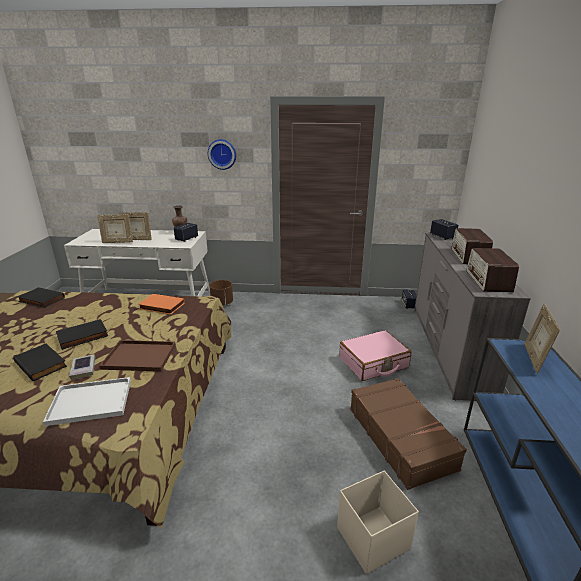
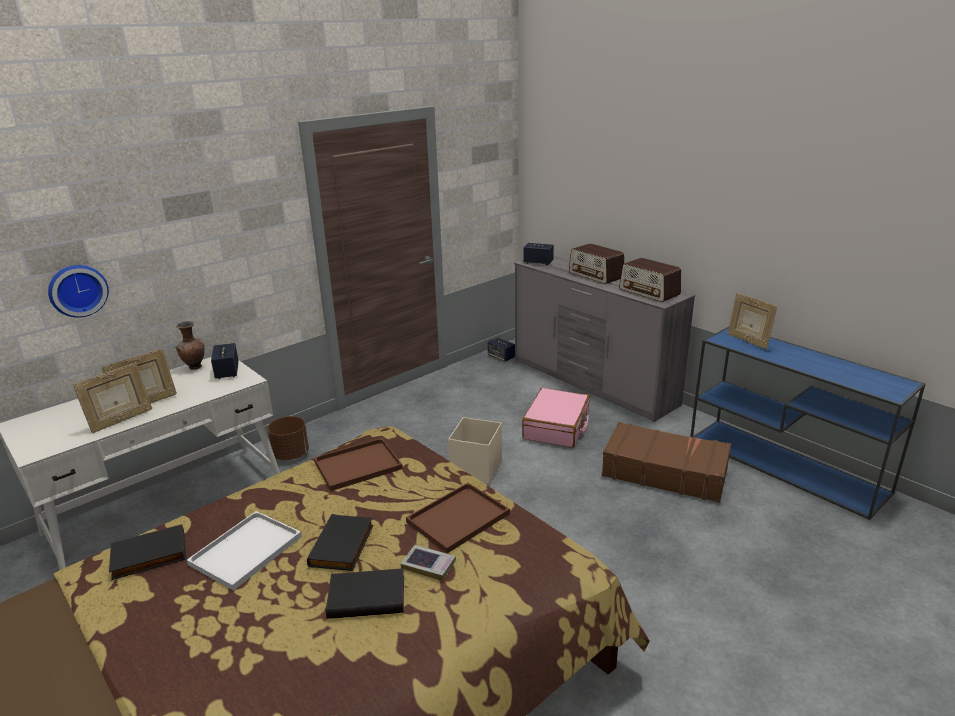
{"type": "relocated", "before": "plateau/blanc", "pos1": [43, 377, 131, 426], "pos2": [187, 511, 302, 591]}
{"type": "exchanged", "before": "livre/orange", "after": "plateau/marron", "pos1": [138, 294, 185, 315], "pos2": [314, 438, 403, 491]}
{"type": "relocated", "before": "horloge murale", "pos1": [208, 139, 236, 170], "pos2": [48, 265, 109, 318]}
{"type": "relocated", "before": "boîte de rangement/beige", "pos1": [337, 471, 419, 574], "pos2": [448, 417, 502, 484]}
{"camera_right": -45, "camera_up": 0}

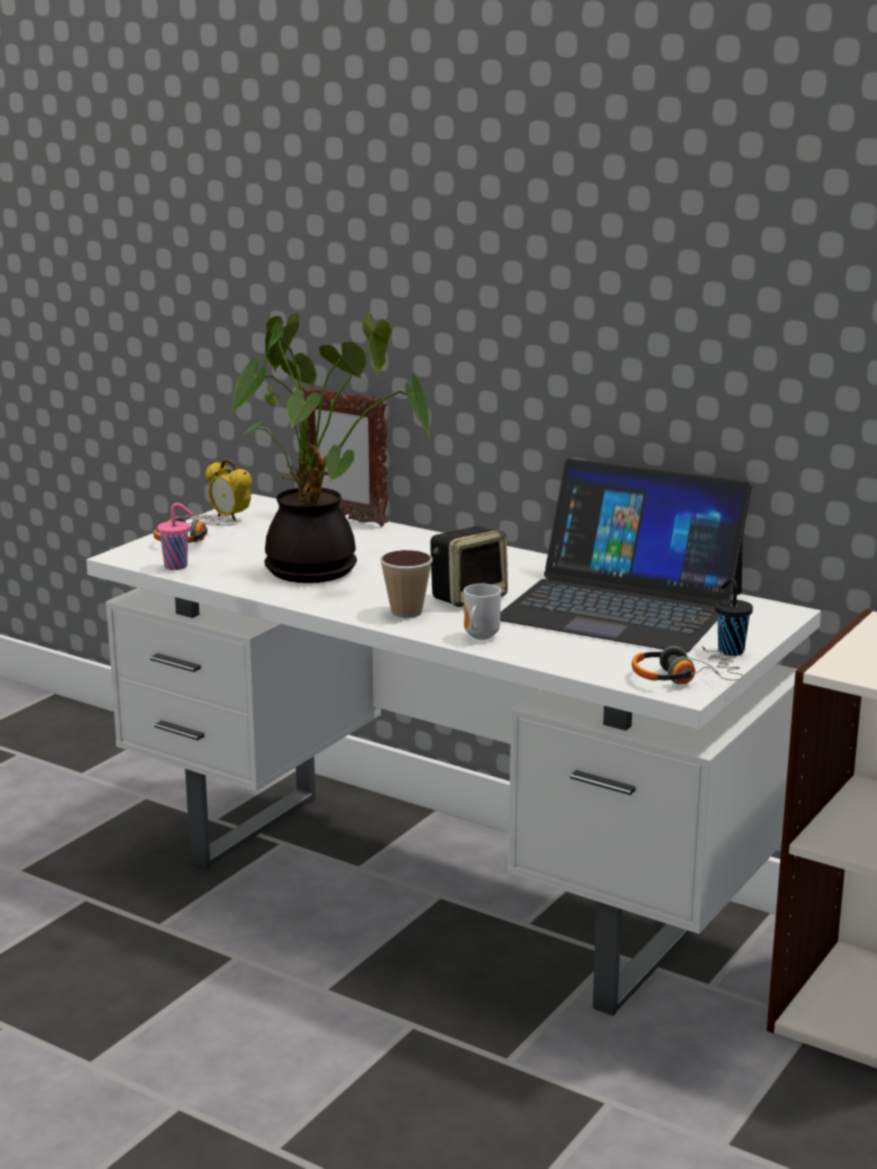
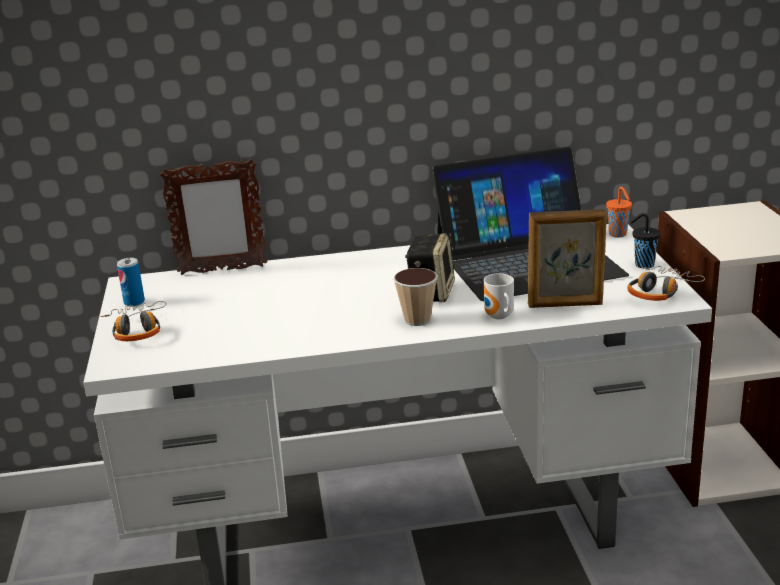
{"type": "missing", "before": "tasse/rose", "pos1": [157, 503, 193, 570]}
{"type": "exchanged", "before": "réveil", "after": "boîte métallique", "pos1": [205, 459, 252, 522], "pos2": [117, 258, 145, 307]}
{"type": "missing", "before": "plante en pot", "pos1": [230, 312, 430, 583]}
{"type": "appeared", "after": "cadre photo", "pos2": [528, 209, 607, 308]}
{"type": "appeared", "after": "tasse/orange", "pos2": [606, 187, 632, 238]}
{"camera_right": -40, "camera_up": 5}

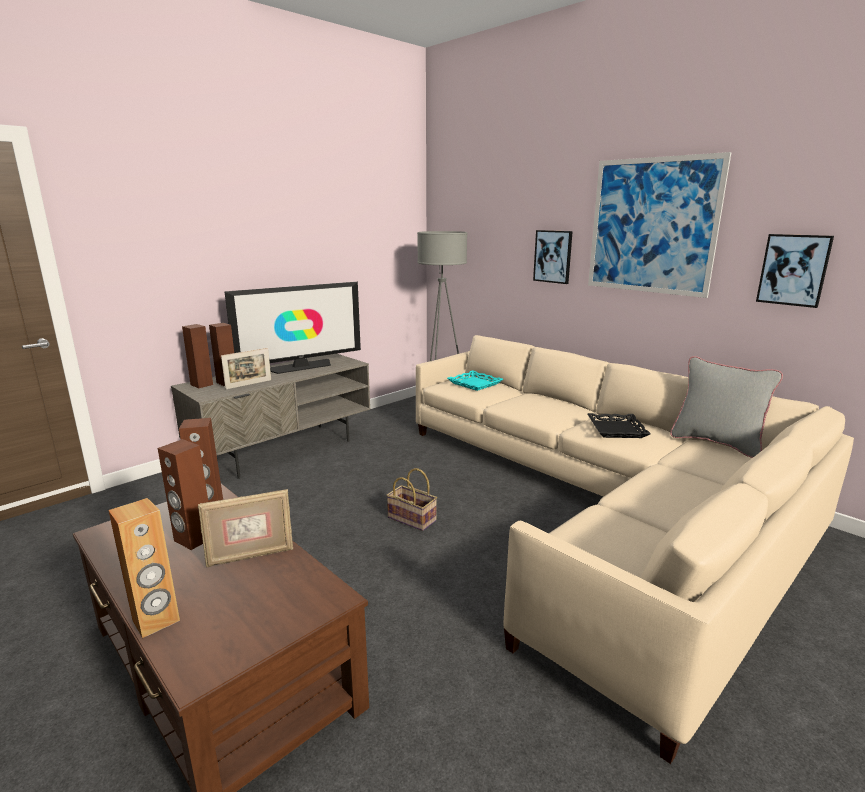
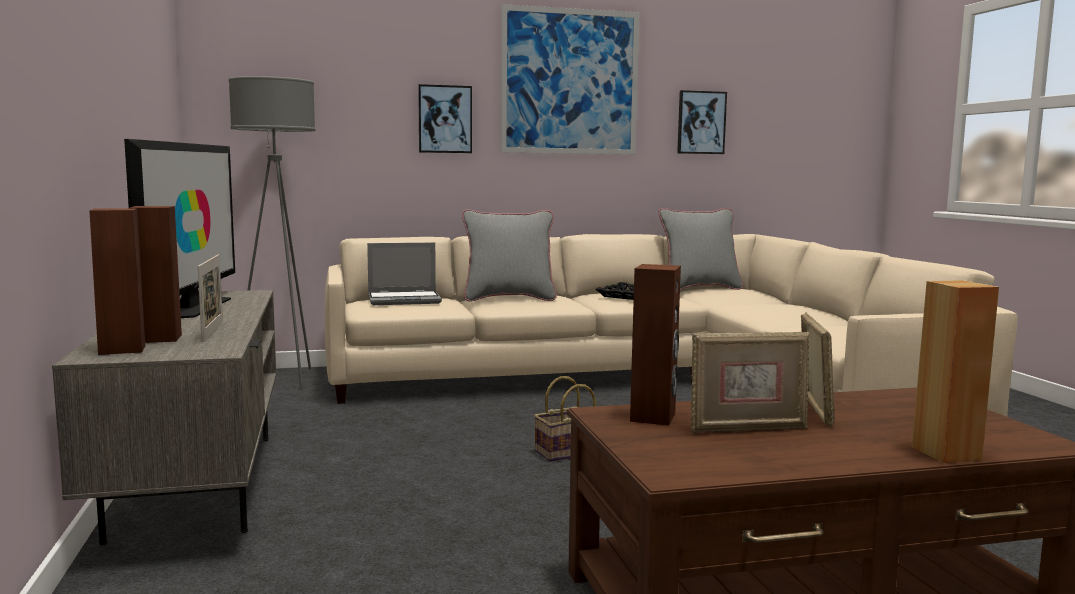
{"type": "exchanged", "before": "enceinte/marron", "after": "cadre photo", "pos1": [158, 439, 208, 550], "pos2": [691, 331, 809, 433]}
{"type": "exchanged", "before": "plateau/turquoise", "after": "ordinateur portable", "pos1": [447, 370, 503, 391], "pos2": [367, 243, 442, 305]}
{"type": "appeared", "after": "coussin/gris", "pos2": [462, 209, 557, 302]}
{"camera_right": -60, "camera_up": -10}

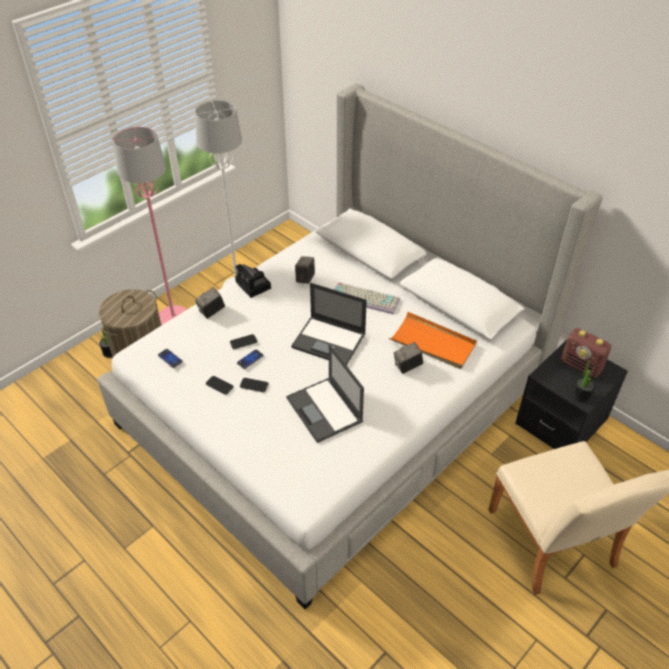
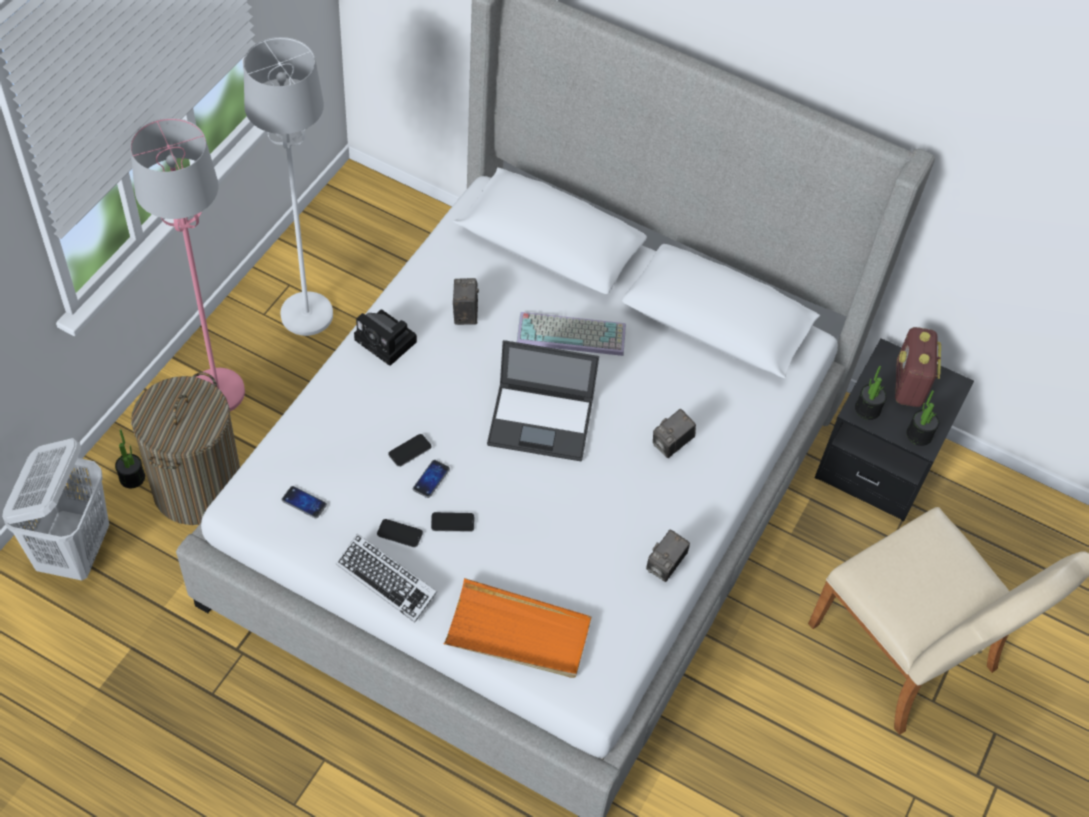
{"type": "relocated", "before": "appareil photo", "pos1": [195, 287, 225, 319], "pos2": [646, 529, 690, 582]}
{"type": "missing", "before": "ordinateur portable", "pos1": [286, 344, 364, 443]}
{"type": "relocated", "before": "plateau/orange", "pos1": [389, 312, 477, 369], "pos2": [443, 578, 591, 678]}
{"type": "spun", "before": "radio", "pos1": [561, 328, 612, 378], "pos2": [895, 327, 941, 407], "turn": 75}
{"type": "appeared", "after": "panier à linge/blanc", "pos2": [2, 438, 109, 581]}
{"type": "appeared", "after": "clavier", "pos2": [336, 534, 437, 622]}
{"type": "appeared", "after": "plante en pot", "pos2": [855, 366, 887, 420]}
{"camera_right": -20, "camera_up": 10}

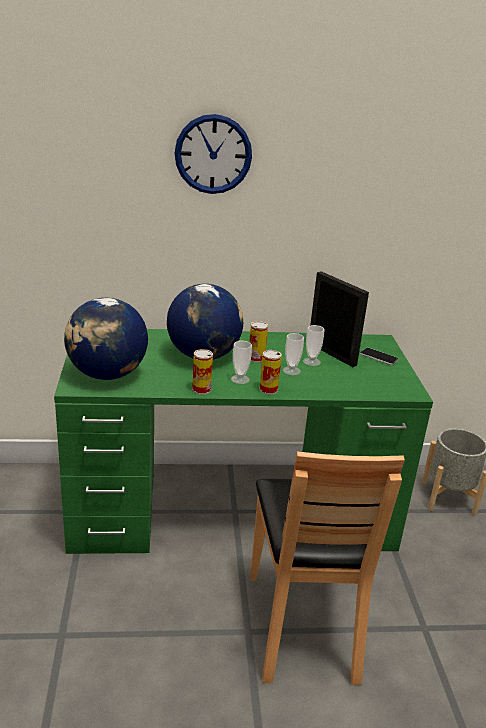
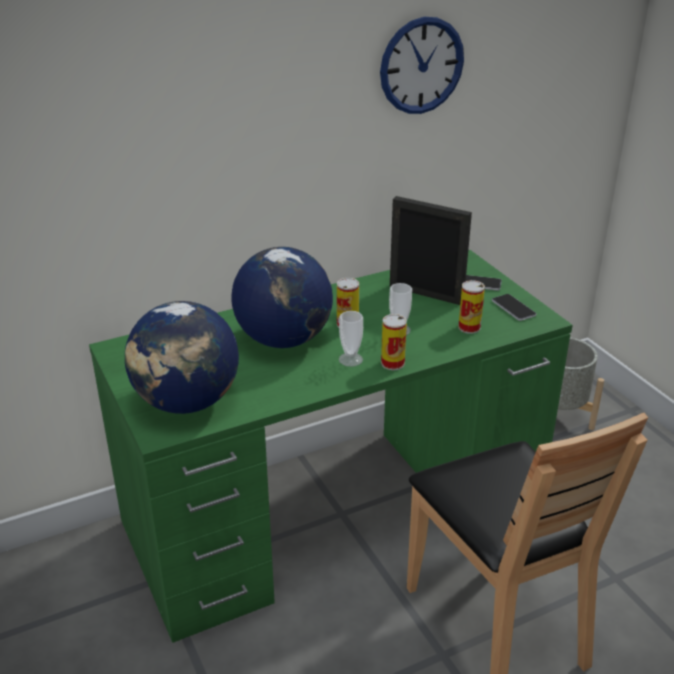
{"type": "relocated", "before": "horloge murale", "pos1": [175, 114, 252, 194], "pos2": [380, 17, 464, 114]}
{"type": "relocated", "before": "boîte métallique", "pos1": [192, 349, 213, 395], "pos2": [458, 280, 485, 334]}
{"type": "missing", "before": "tasse", "pos1": [303, 325, 325, 366]}
{"type": "appeared", "after": "téléphone", "pos2": [492, 294, 536, 321]}
{"camera_right": -20, "camera_up": 5}

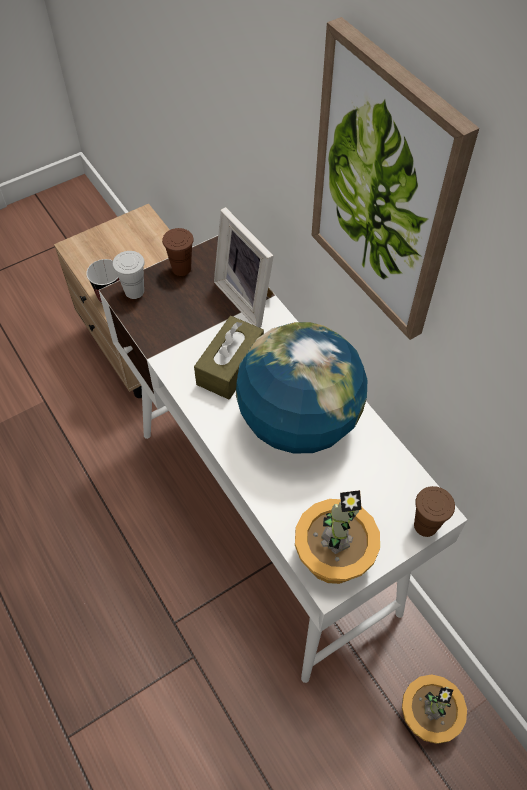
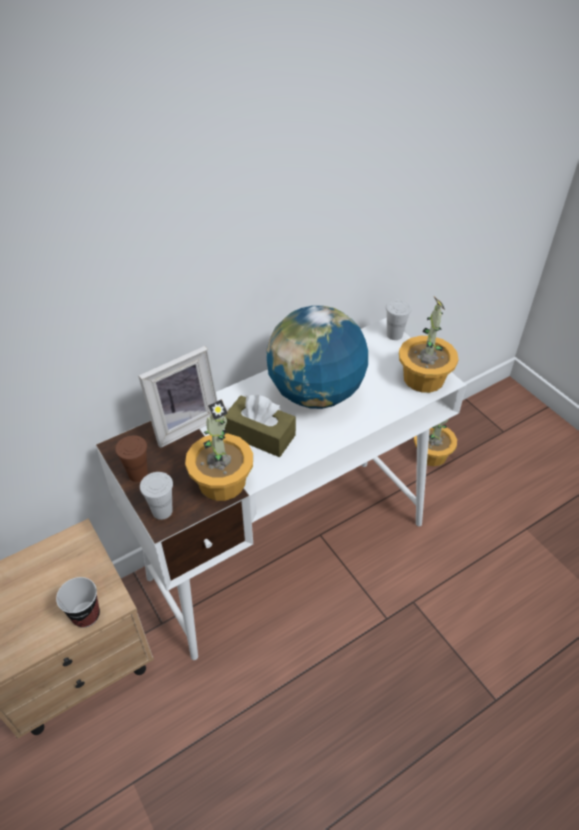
{"type": "missing", "before": "tableau", "pos1": [311, 17, 479, 340]}
{"type": "colour", "before": "tasse/marron", "after": "tasse/blanc", "pos1": [414, 486, 455, 537], "pos2": [386, 300, 412, 340]}
{"type": "appeared", "after": "plante en pot", "pos2": [185, 399, 253, 501]}
{"camera_right": -90, "camera_up": -10}

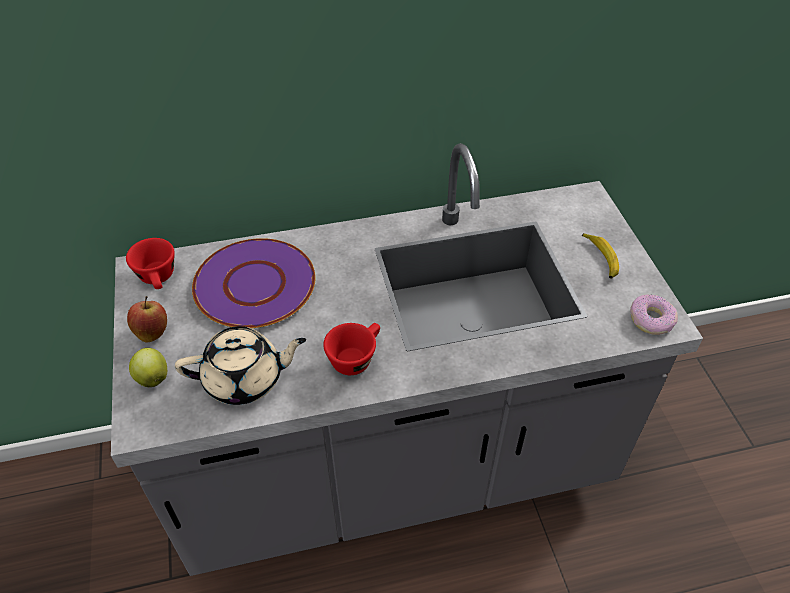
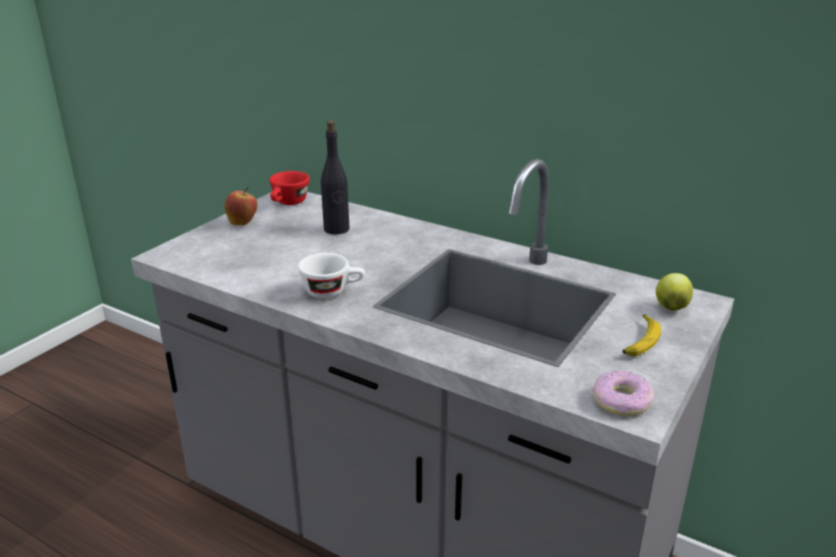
{"type": "relocated", "before": "pomme", "pos1": [129, 348, 167, 387], "pos2": [656, 273, 693, 311]}
{"type": "missing", "before": "théière/beige", "pos1": [175, 326, 306, 405]}
{"type": "exchanged", "before": "assiette/violet", "after": "bouteille/noir", "pos1": [192, 238, 316, 328], "pos2": [321, 120, 350, 234]}
{"type": "colour", "before": "tasse/rouge", "after": "tasse/blanc", "pos1": [323, 323, 380, 375], "pos2": [298, 253, 365, 299]}
{"camera_right": 45, "camera_up": -20}

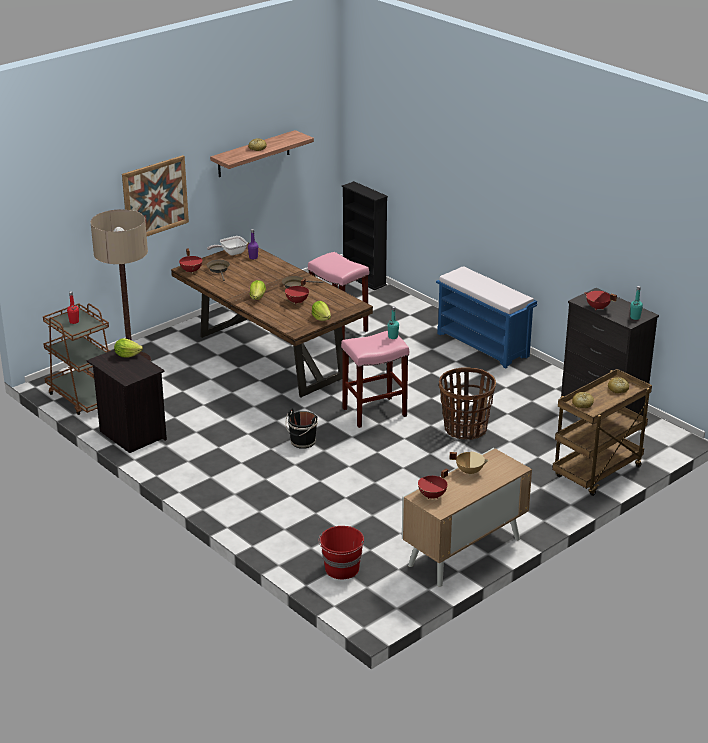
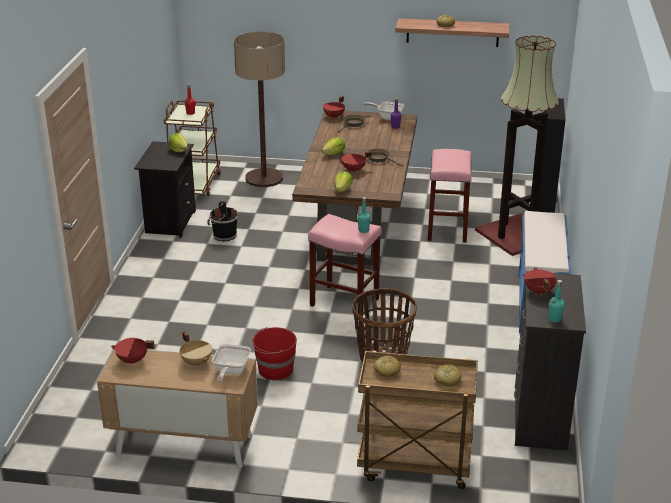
{"type": "missing", "before": "tableau", "pos1": [122, 155, 189, 236]}
{"type": "relocated", "before": "seau/noir", "pos1": [285, 408, 318, 449], "pos2": [207, 201, 238, 242]}
{"type": "relocated", "before": "seau/rouge", "pos1": [318, 526, 364, 579], "pos2": [250, 327, 297, 380]}
{"type": "appeared", "after": "poêle", "pos2": [212, 344, 251, 383]}
{"type": "appeared", "after": "lampadaire", "pos2": [475, 35, 559, 256]}
{"camera_right": 50, "camera_up": 0}

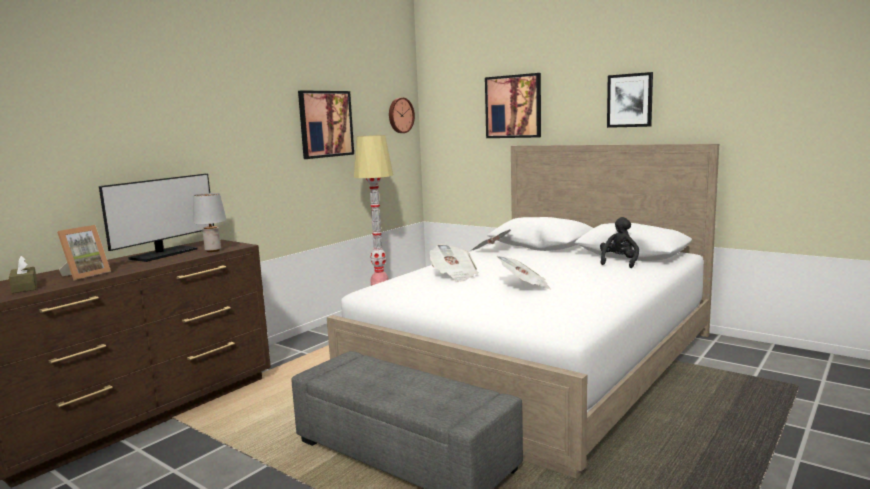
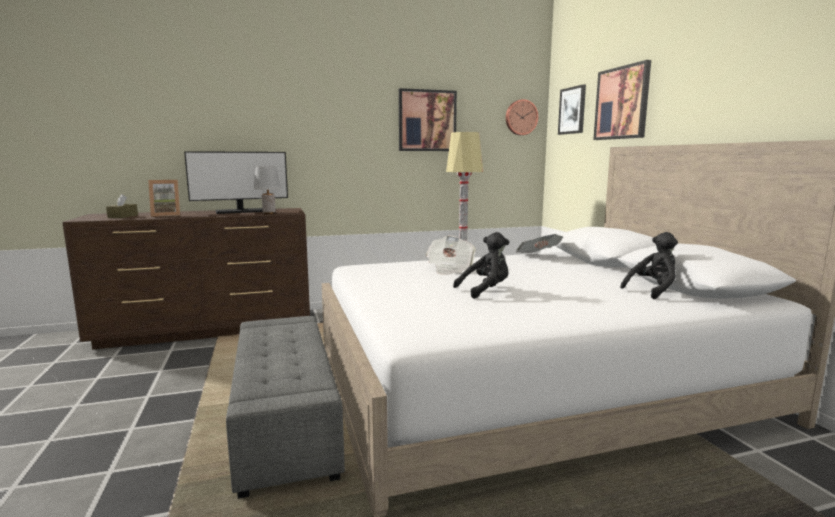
{"type": "exchanged", "before": "journal", "after": "peluche/noir", "pos1": [497, 256, 551, 289], "pos2": [453, 232, 510, 299]}
{"type": "relocated", "before": "tableau", "pos1": [607, 72, 653, 128], "pos2": [558, 84, 586, 135]}
{"camera_right": 35, "camera_up": 0}

